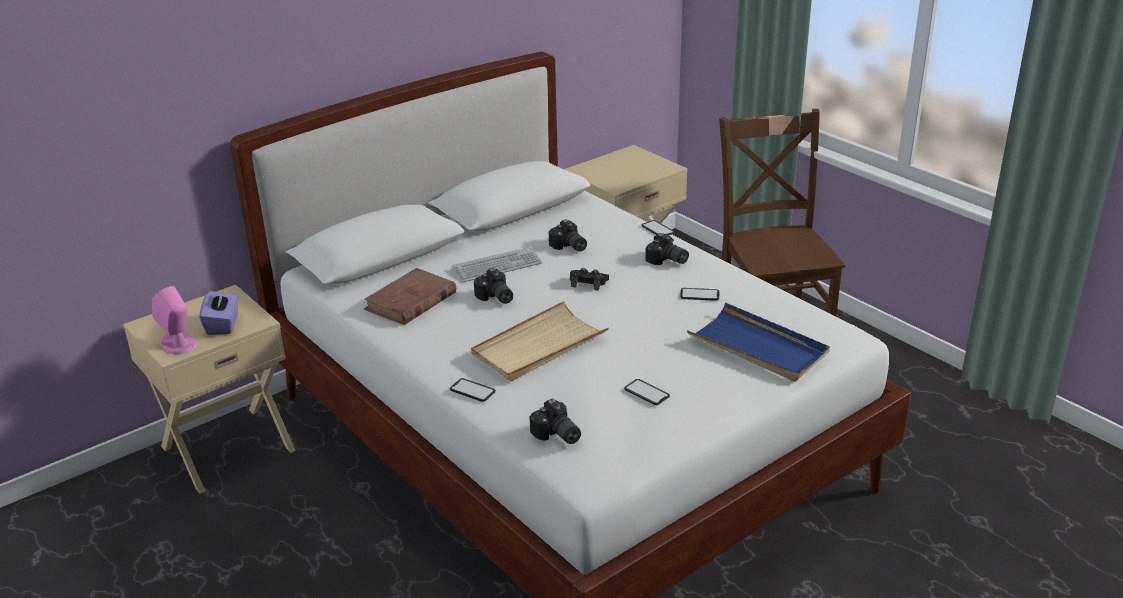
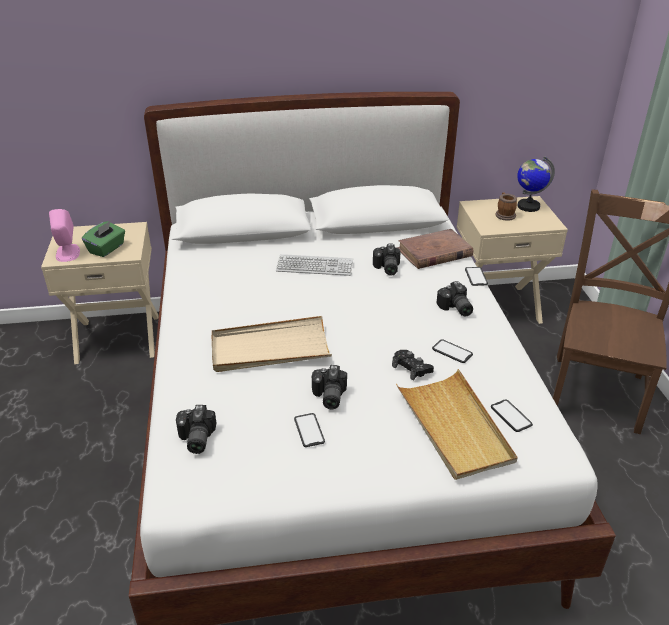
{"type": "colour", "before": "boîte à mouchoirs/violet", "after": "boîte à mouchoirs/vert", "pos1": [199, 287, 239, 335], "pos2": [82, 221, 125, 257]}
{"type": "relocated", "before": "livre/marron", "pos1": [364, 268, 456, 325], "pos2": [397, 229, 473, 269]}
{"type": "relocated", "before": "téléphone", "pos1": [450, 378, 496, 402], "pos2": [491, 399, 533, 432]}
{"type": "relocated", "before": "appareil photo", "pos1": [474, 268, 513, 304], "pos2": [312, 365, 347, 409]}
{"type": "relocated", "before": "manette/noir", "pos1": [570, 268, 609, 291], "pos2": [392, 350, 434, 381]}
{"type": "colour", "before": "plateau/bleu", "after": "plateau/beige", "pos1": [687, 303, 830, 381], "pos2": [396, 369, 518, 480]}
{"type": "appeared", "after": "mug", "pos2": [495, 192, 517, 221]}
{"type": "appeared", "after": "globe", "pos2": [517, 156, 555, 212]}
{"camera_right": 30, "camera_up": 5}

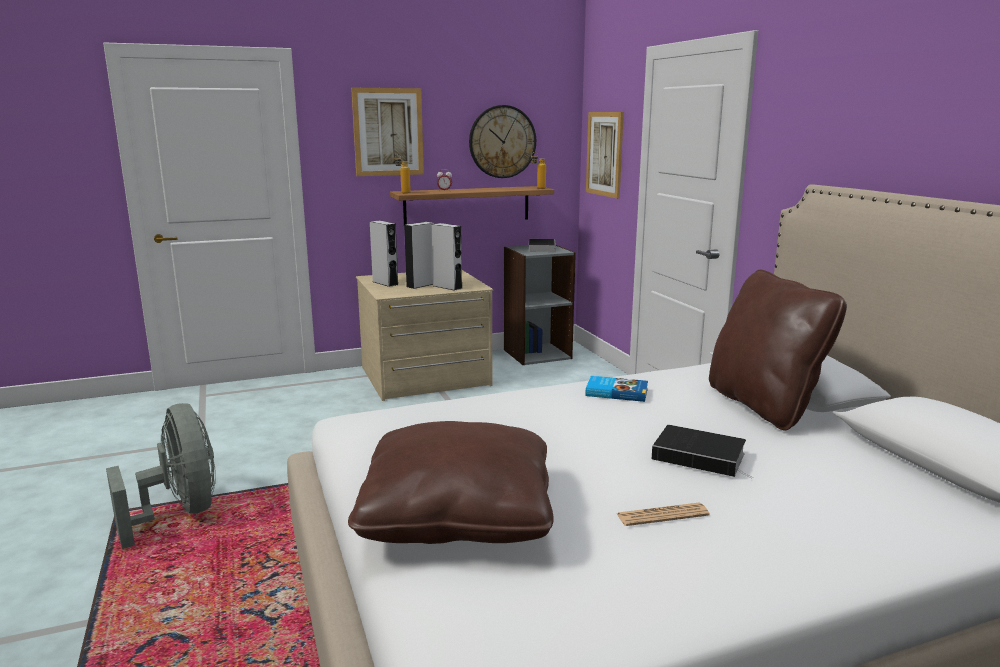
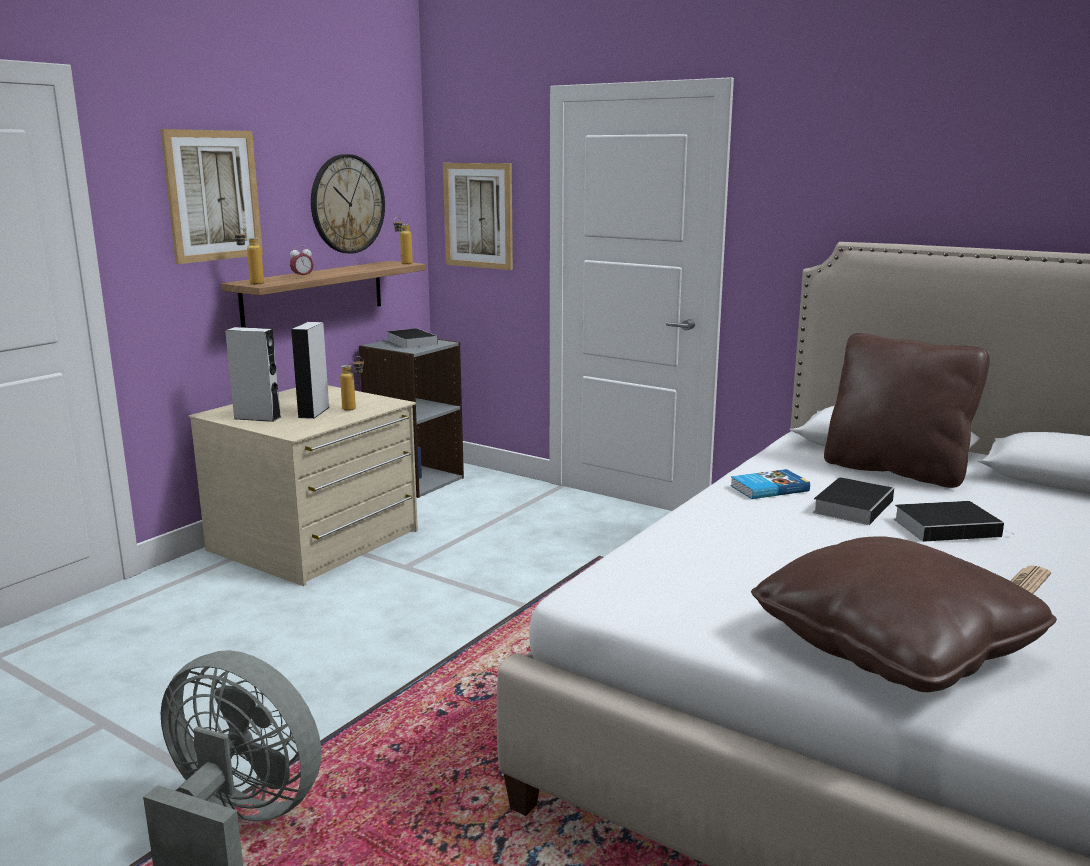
{"type": "exchanged", "before": "enceinte/gris", "after": "bouteille", "pos1": [432, 223, 463, 291], "pos2": [340, 356, 364, 411]}
{"type": "appeared", "after": "livre", "pos2": [813, 477, 894, 525]}
{"camera_right": -35, "camera_up": 0}

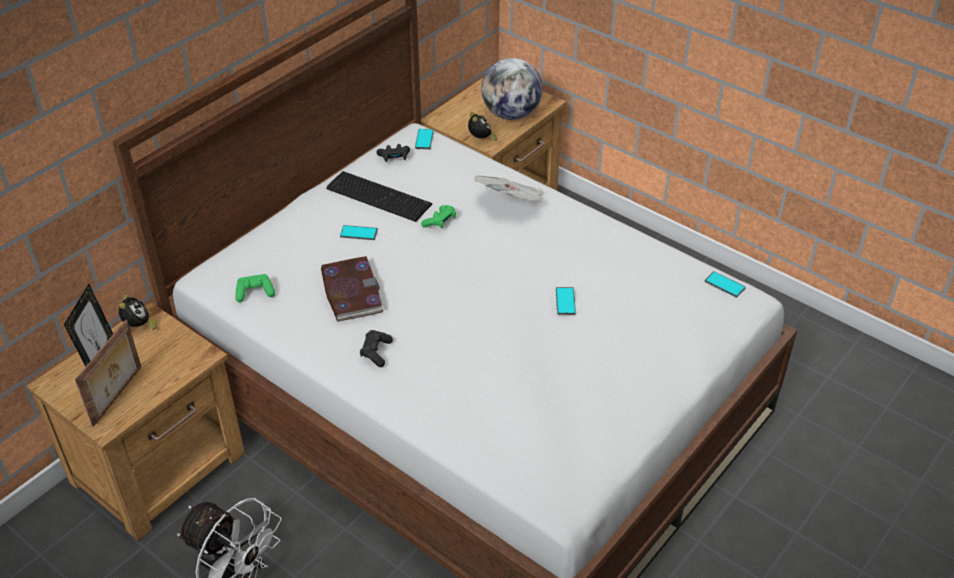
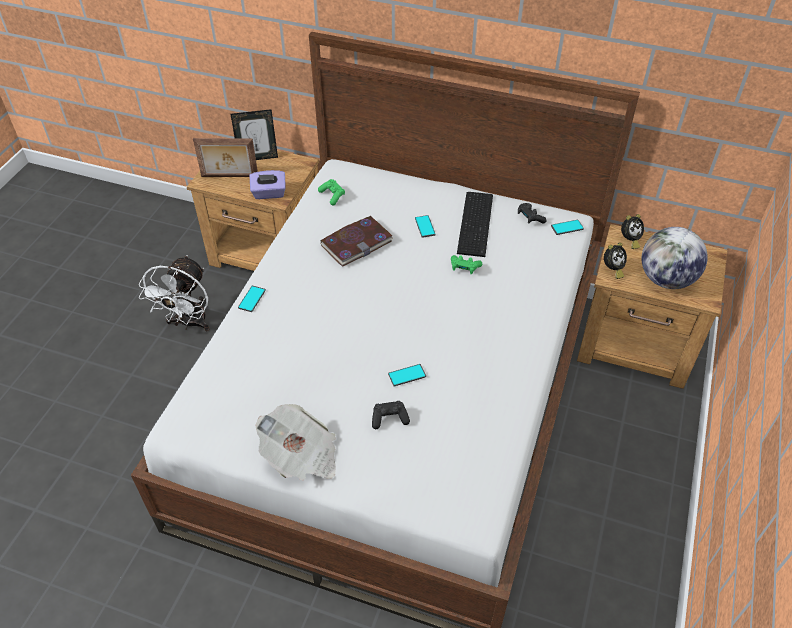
{"type": "relocated", "before": "réveil", "pos1": [119, 294, 157, 330], "pos2": [621, 214, 644, 249]}
{"type": "relocated", "before": "manette/noir", "pos1": [360, 330, 393, 367], "pos2": [372, 401, 410, 429]}
{"type": "relocated", "before": "journal", "pos1": [474, 175, 543, 202], "pos2": [256, 404, 336, 481]}
{"type": "relocated", "before": "téléphone", "pos1": [705, 271, 745, 297], "pos2": [238, 285, 266, 312]}
{"type": "appeared", "after": "boîte à mouchoirs/violet", "pos2": [249, 170, 286, 199]}
{"camera_right": 70, "camera_up": 5}

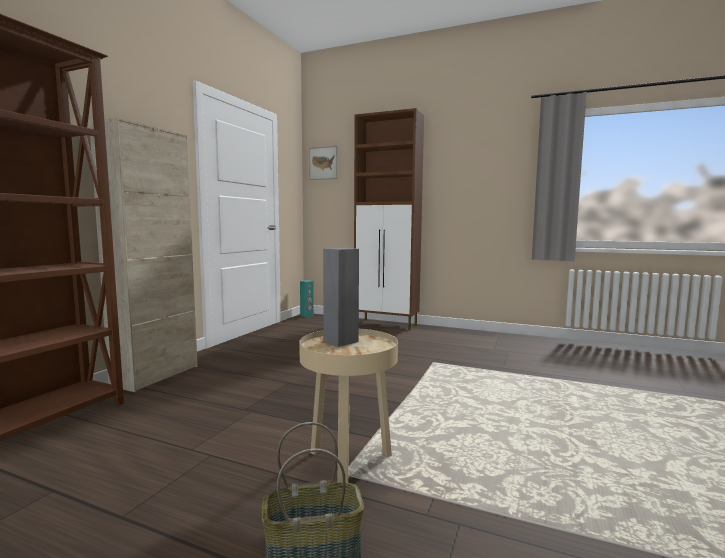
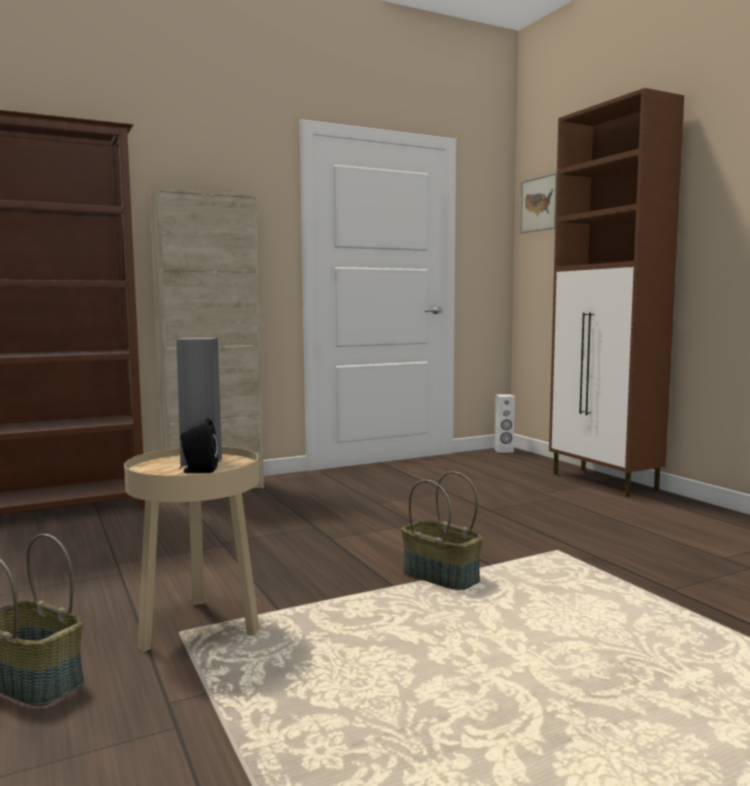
{"type": "colour", "before": "enceinte/turquoise", "after": "enceinte/blanc", "pos1": [300, 280, 314, 317], "pos2": [494, 394, 515, 453]}
{"type": "appeared", "after": "enceinte/noir", "pos2": [179, 418, 218, 473]}
{"type": "appeared", "after": "panier", "pos2": [401, 472, 483, 590]}
{"camera_right": 40, "camera_up": 0}

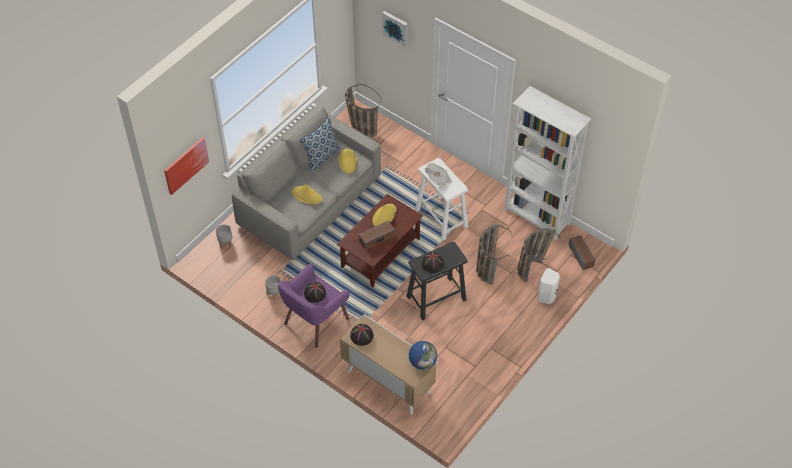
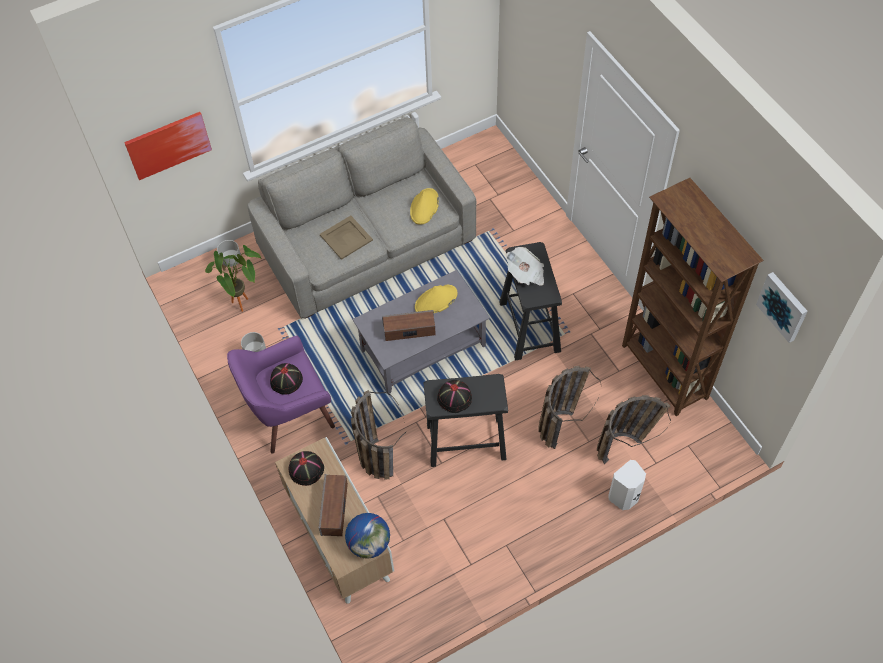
{"type": "exchanged", "before": "chapeau/jaune", "after": "plateau/beige", "pos1": [292, 184, 322, 205], "pos2": [320, 216, 373, 260]}
{"type": "missing", "before": "coussin", "pos1": [300, 116, 341, 173]}
{"type": "colour", "before": "table basse/marron", "after": "table basse/gris", "pos1": [337, 194, 423, 287], "pos2": [353, 270, 490, 394]}
{"type": "relocated", "before": "panier", "pos1": [345, 84, 382, 137], "pos2": [351, 390, 406, 480]}
{"type": "relocated", "before": "tableau", "pos1": [382, 11, 408, 47], "pos2": [756, 272, 808, 343]}
{"type": "colour", "before": "tabouret/blanc", "after": "tabouret/noir", "pos1": [415, 158, 468, 241], "pos2": [499, 242, 562, 360]}
{"type": "colour", "before": "bibliothèque/blanc", "after": "bibliothèque/marron", "pos1": [504, 86, 591, 241], "pos2": [622, 178, 764, 416]}
{"type": "relocated", "before": "enceinte", "pos1": [568, 235, 595, 270], "pos2": [319, 474, 348, 536]}
{"type": "appeared", "after": "plante en pot", "pos2": [205, 245, 262, 312]}
{"camera_right": 25, "camera_up": 5}

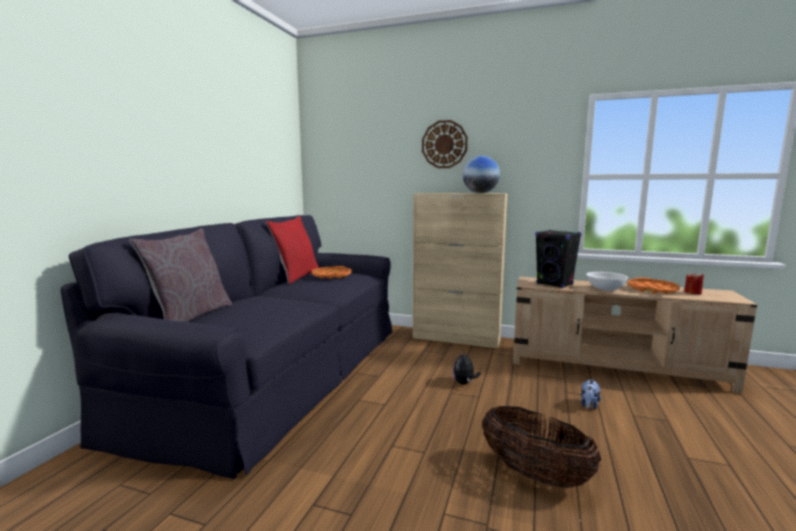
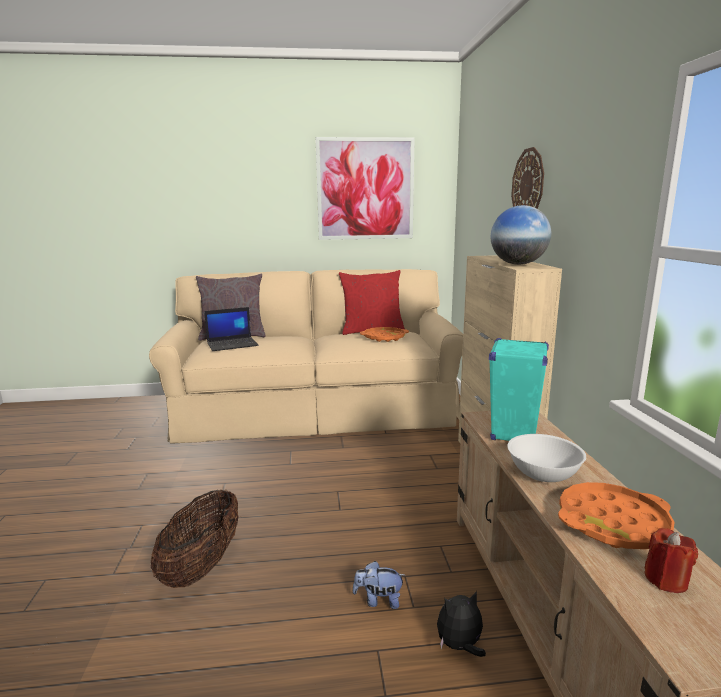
{"type": "colour", "before": "canapé/noir", "after": "canapé/beige", "pos1": [61, 215, 392, 479], "pos2": [149, 269, 463, 444]}
{"type": "relocated", "before": "peluche", "pos1": [453, 352, 481, 384], "pos2": [437, 591, 486, 657]}
{"type": "colour", "before": "enceinte/noir", "after": "enceinte/turquoise", "pos1": [535, 230, 581, 288], "pos2": [489, 338, 549, 441]}
{"type": "appeared", "after": "ordinateur portable", "pos2": [204, 307, 258, 351]}
{"type": "appeared", "after": "tableau", "pos2": [315, 137, 415, 240]}
{"camera_right": 65, "camera_up": 5}

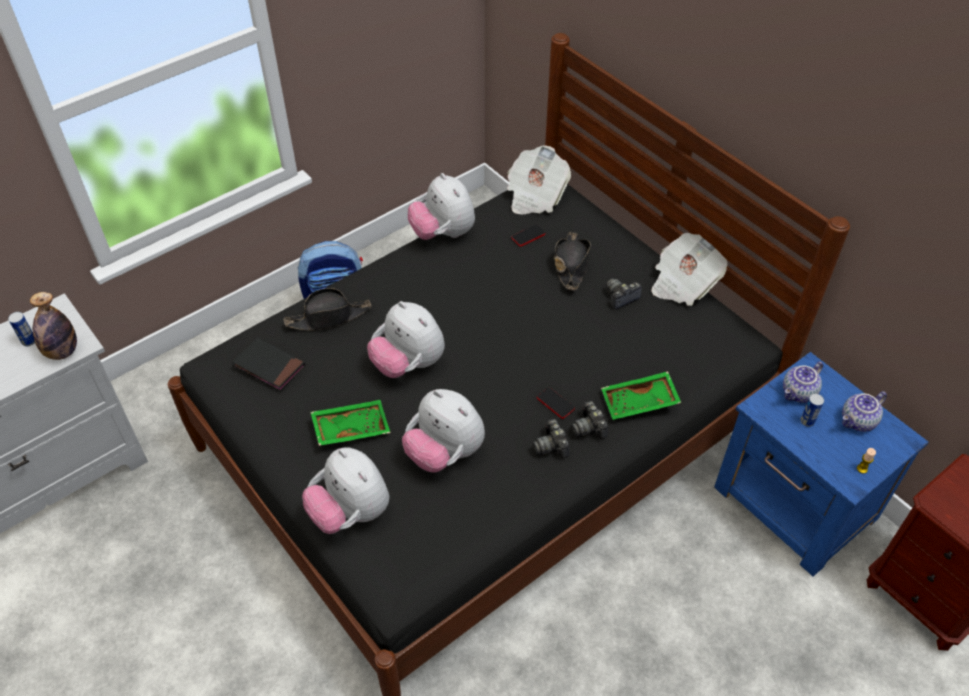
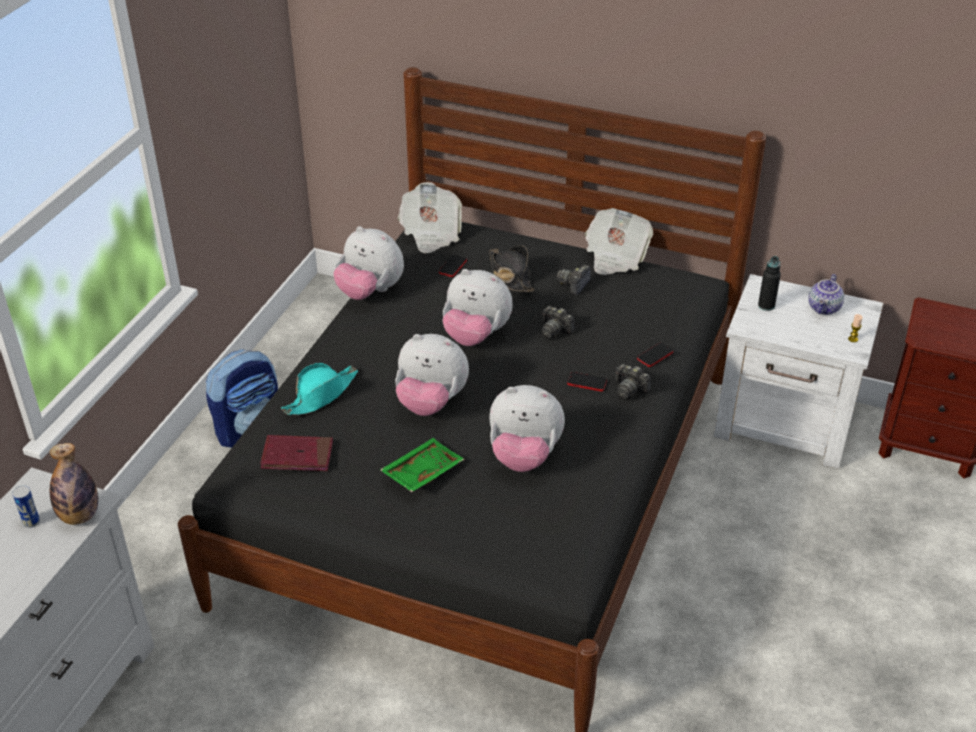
{"type": "colour", "before": "livre/noir", "after": "livre/rouge", "pos1": [233, 338, 305, 391], "pos2": [260, 435, 333, 471]}
{"type": "colour", "before": "chapeau/noir", "after": "chapeau/turquoise", "pos1": [284, 288, 372, 331], "pos2": [281, 363, 358, 415]}
{"type": "relocated", "before": "peluche", "pos1": [302, 447, 389, 534], "pos2": [442, 269, 513, 346]}
{"type": "relocated", "before": "appareil photo", "pos1": [533, 419, 569, 458], "pos2": [542, 306, 574, 339]}
{"type": "exchanged", "before": "plateau/vert", "after": "téléphone", "pos1": [601, 371, 681, 420], "pos2": [637, 343, 673, 367]}
{"type": "colour", "before": "table de chevet/bleu", "after": "table de chevet/blanc", "pos1": [714, 352, 929, 576], "pos2": [714, 274, 883, 469]}
{"type": "exchanged", "before": "théière", "after": "bouteille/noir", "pos1": [783, 361, 823, 403], "pos2": [758, 256, 781, 311]}
{"type": "missing", "before": "boîte métallique", "pos1": [800, 394, 824, 427]}
{"camera_right": -30, "camera_up": -10}

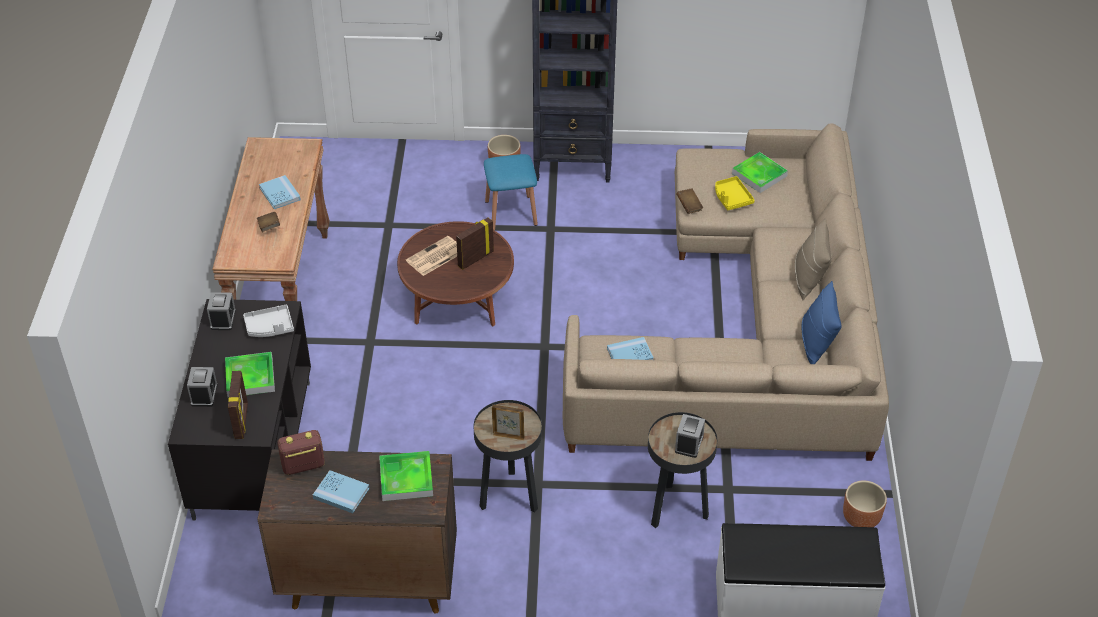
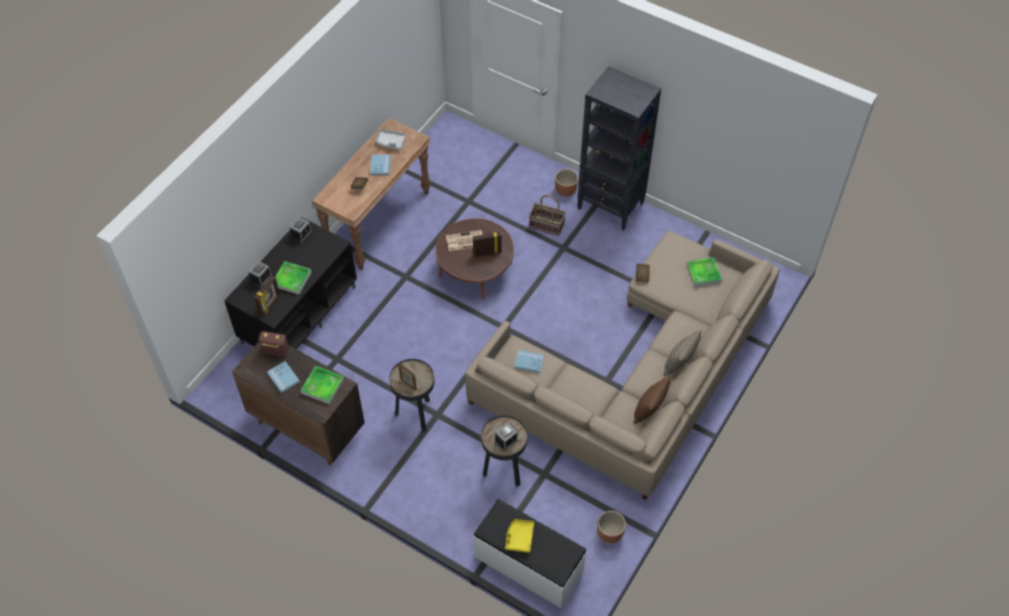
{"type": "relocated", "before": "plateau/gris", "pos1": [243, 305, 294, 337], "pos2": [376, 129, 406, 150]}
{"type": "exchanged", "before": "tabouret/bleu", "after": "panier", "pos1": [484, 154, 538, 231], "pos2": [529, 195, 566, 236]}
{"type": "relocated", "before": "plateau/jaune", "pos1": [715, 176, 755, 210], "pos2": [505, 519, 534, 553]}
{"type": "colour", "before": "coussin/bleu", "after": "coussin/marron", "pos1": [802, 281, 841, 364], "pos2": [634, 376, 671, 424]}
{"camera_right": 30, "camera_up": 10}

